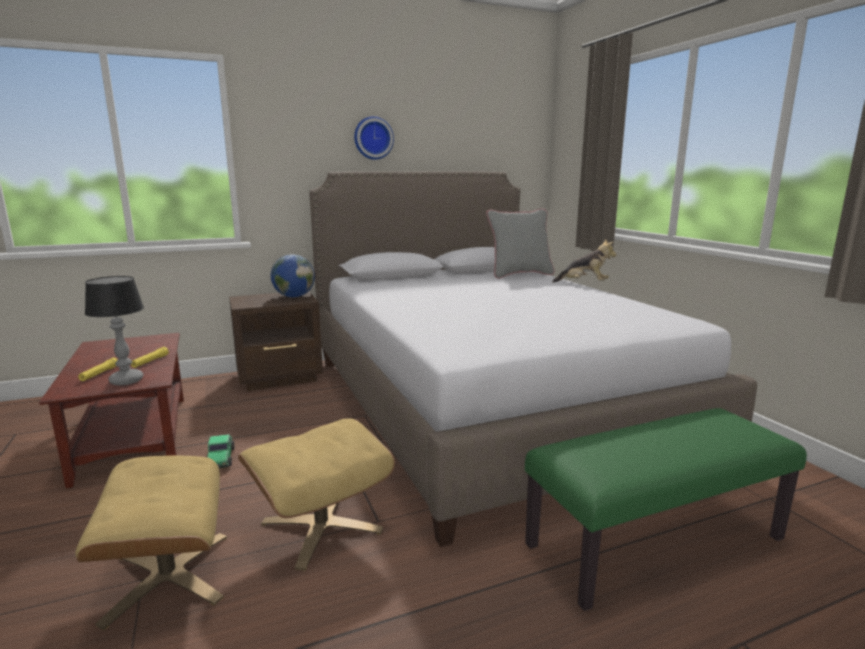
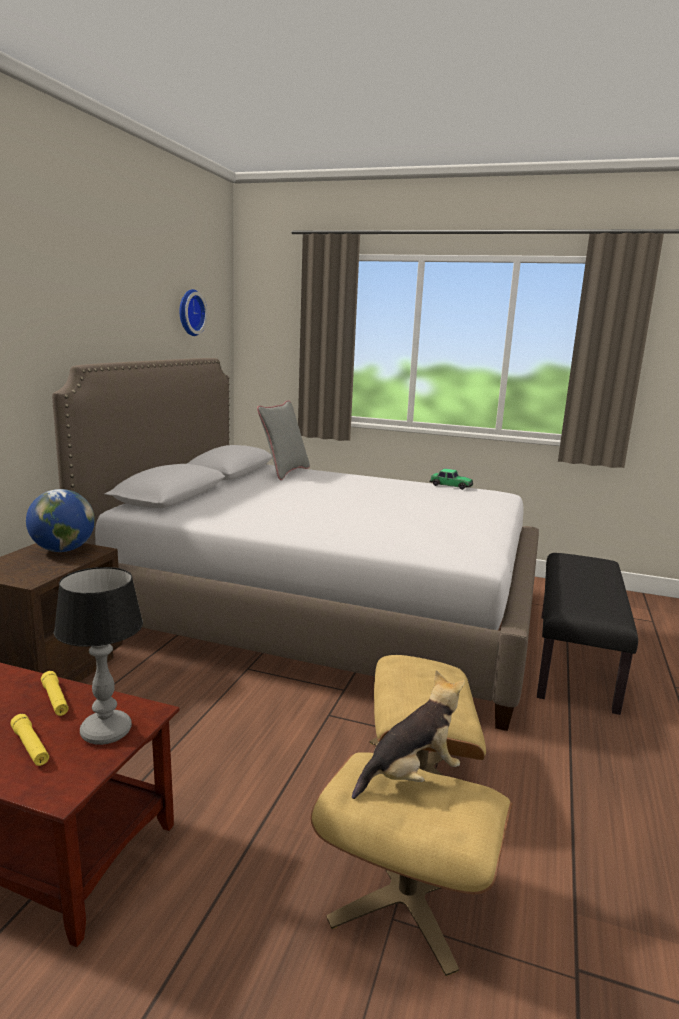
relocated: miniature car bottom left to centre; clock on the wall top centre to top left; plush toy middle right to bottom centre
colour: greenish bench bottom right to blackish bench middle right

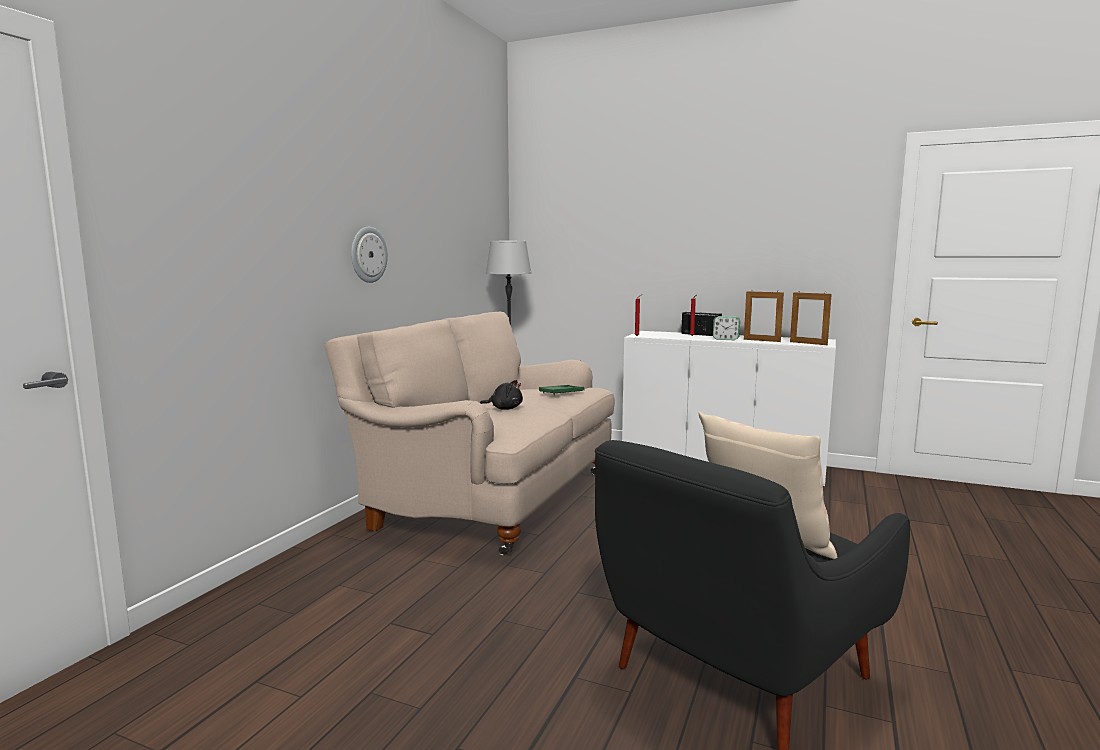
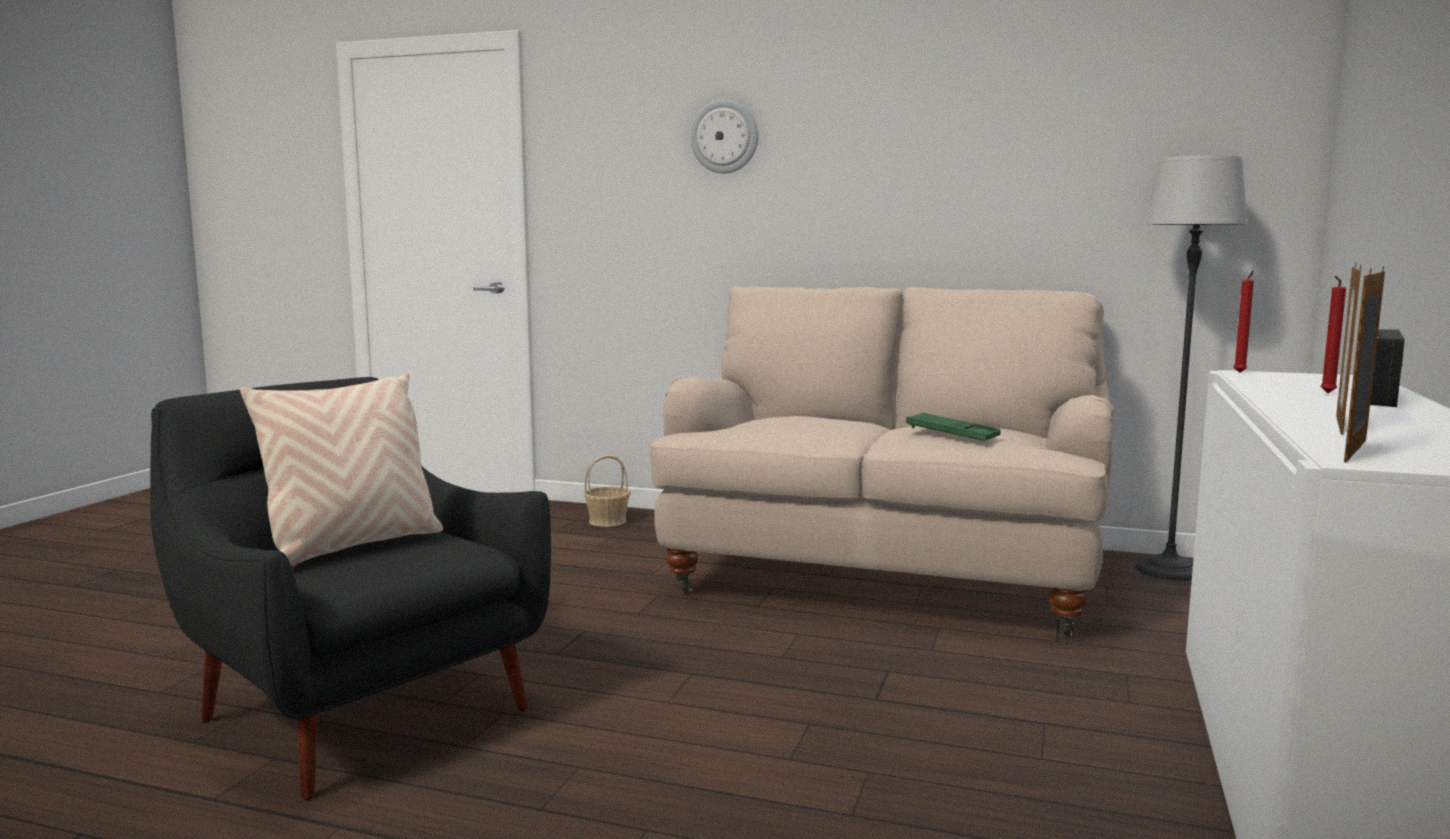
missing: blackish plush toy centre; bedside clock centre
appeared: basket centre
relocated: clock on the wall centre to top centre

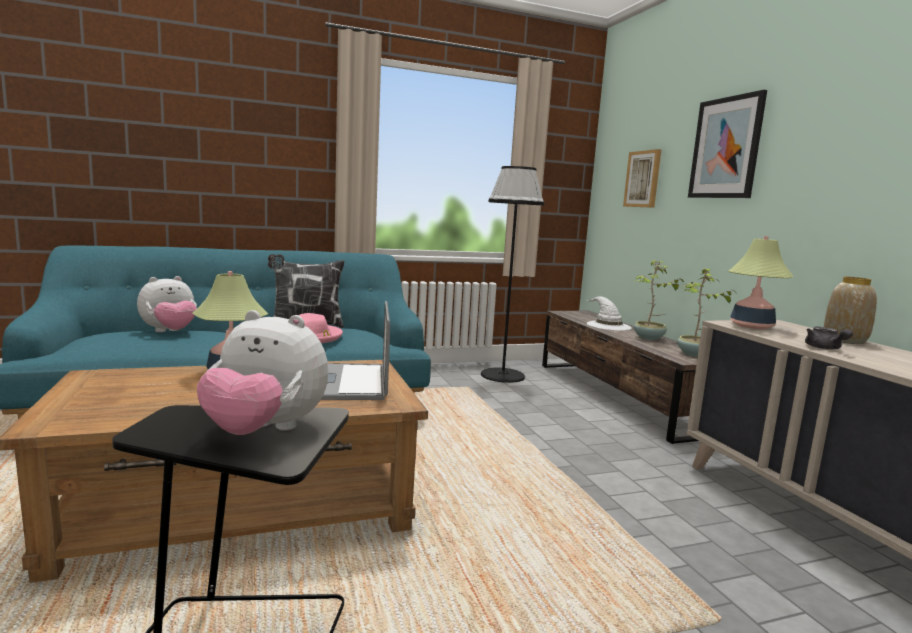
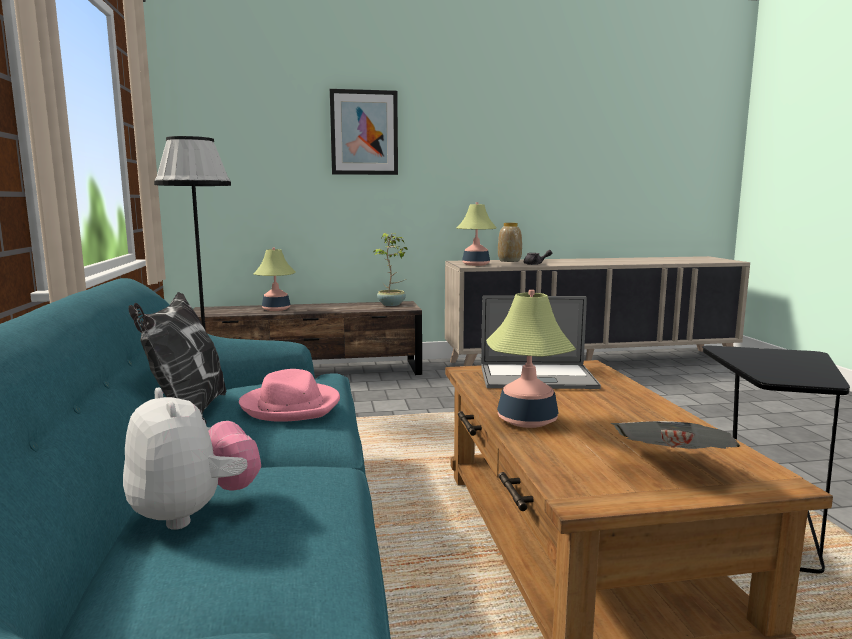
missing: plush toy (no. 2 from left) middle left; wall picture (no. 1 from left) top right; plant in a pot (no. 1 from left) middle right
appeared: printed paper bottom right
exchanged: white wearable hat middle right to tabletop lamp (no. 1 from left) middle left

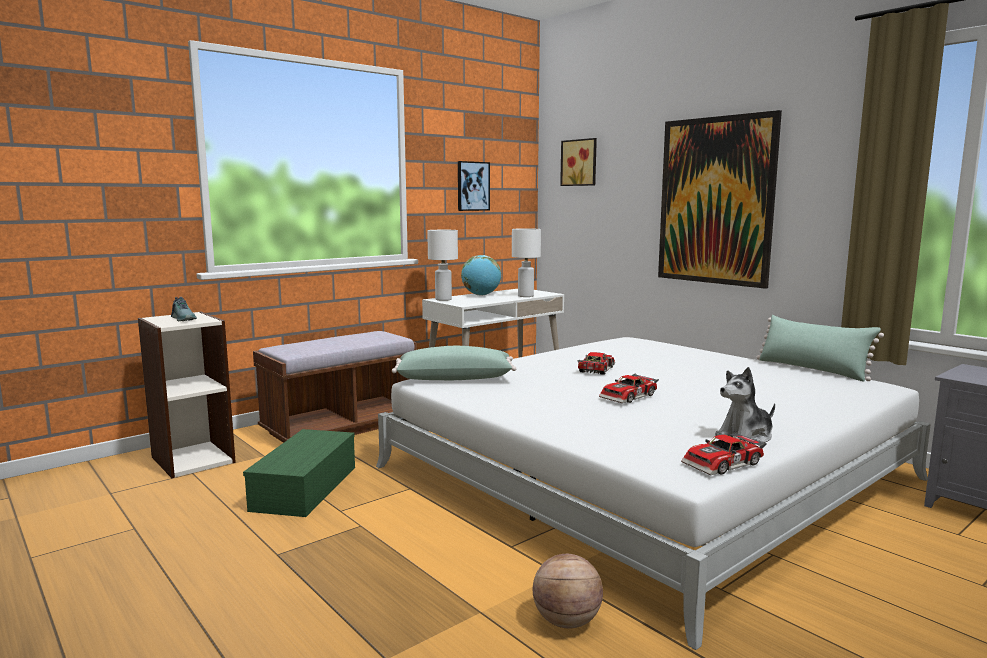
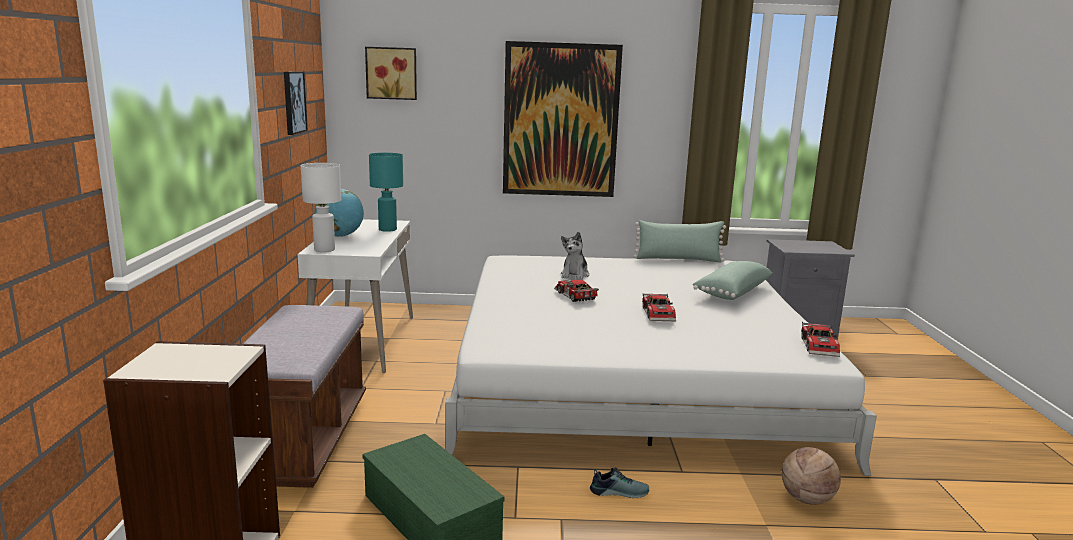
relocated: item of footwear middle left to bottom centre; greenish cushion (no. 1 from left in the first image) centre to greenish cushion (no. 2 from left) middle right; plush toy middle right to centre
colour: white tabletop lamp (no. 2 from left) centre to turquoise tabletop lamp centre

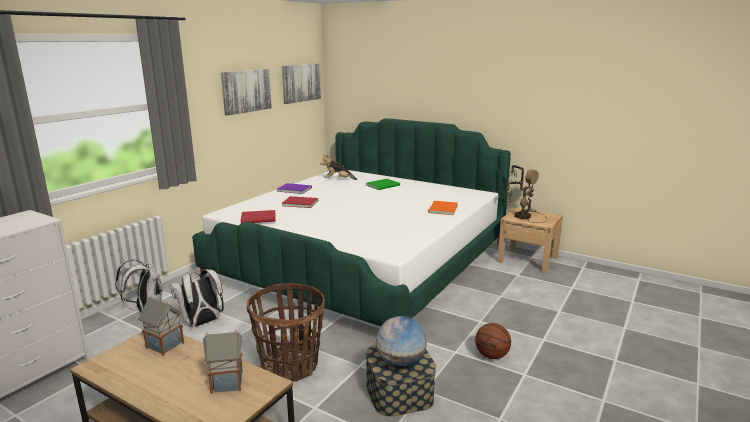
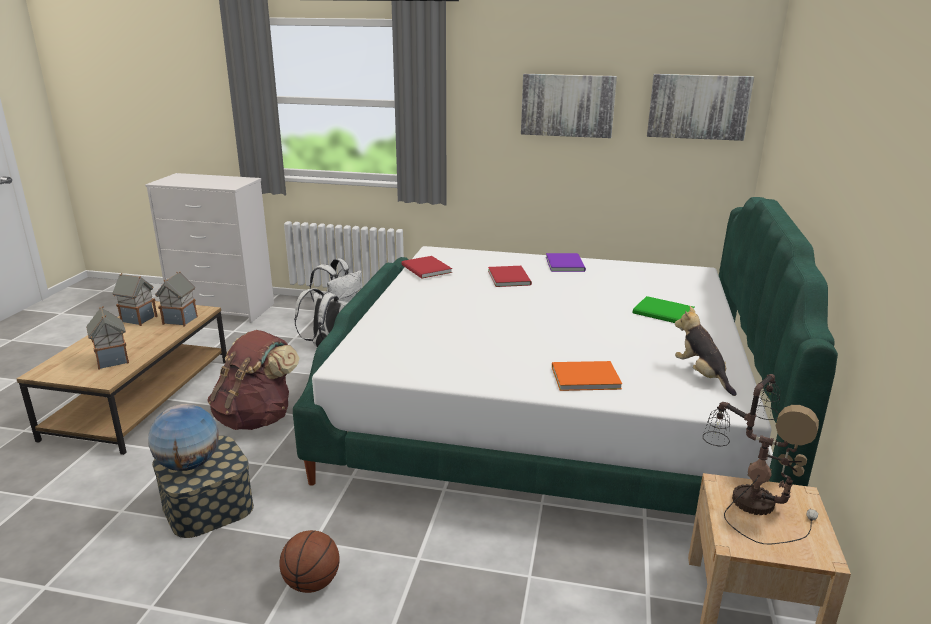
appeared: toy house (no. 2 from left) middle left
relocated: plush toy centre to middle right
exchanged: basket bottom centre to brown knapsack middle left

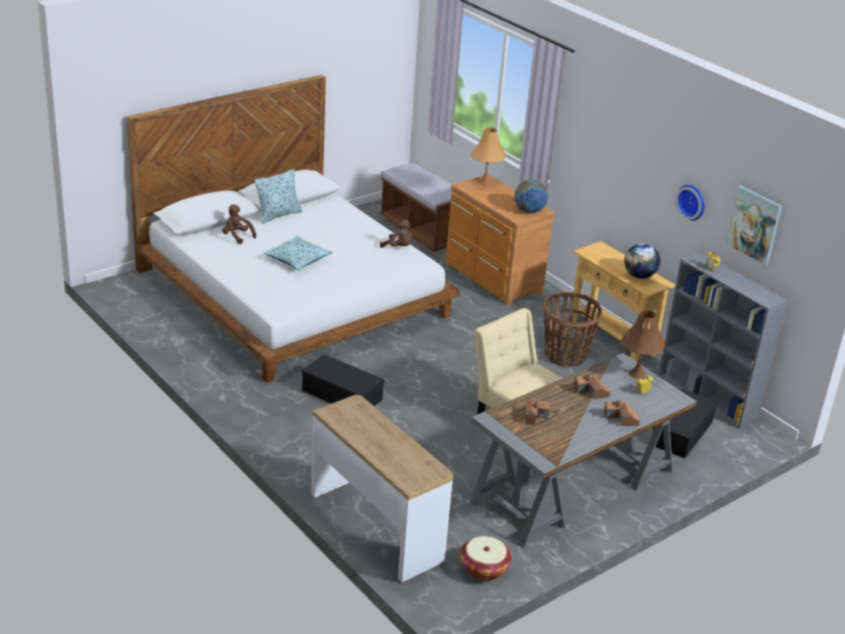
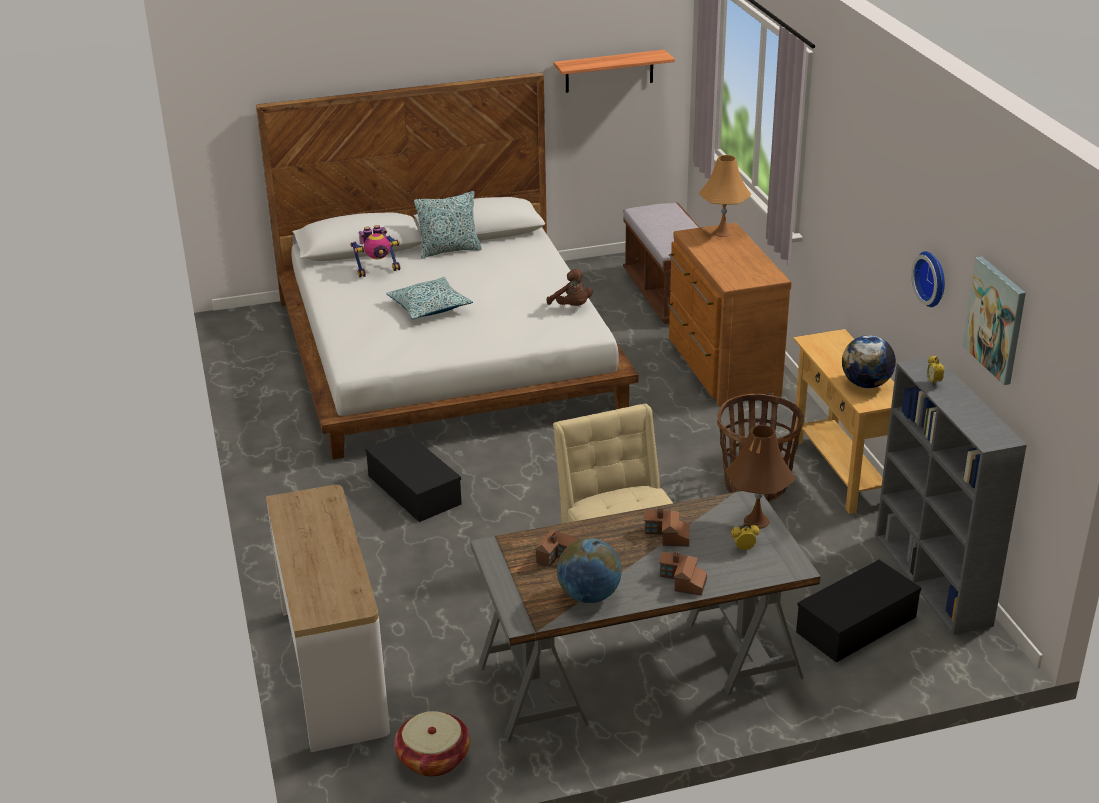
appeared: bracket shelf top centre
relocated: globe (no. 1 from left) top centre to bottom centre
exchanged: brown plush toy (no. 1 from left) middle left to robot figure top centre

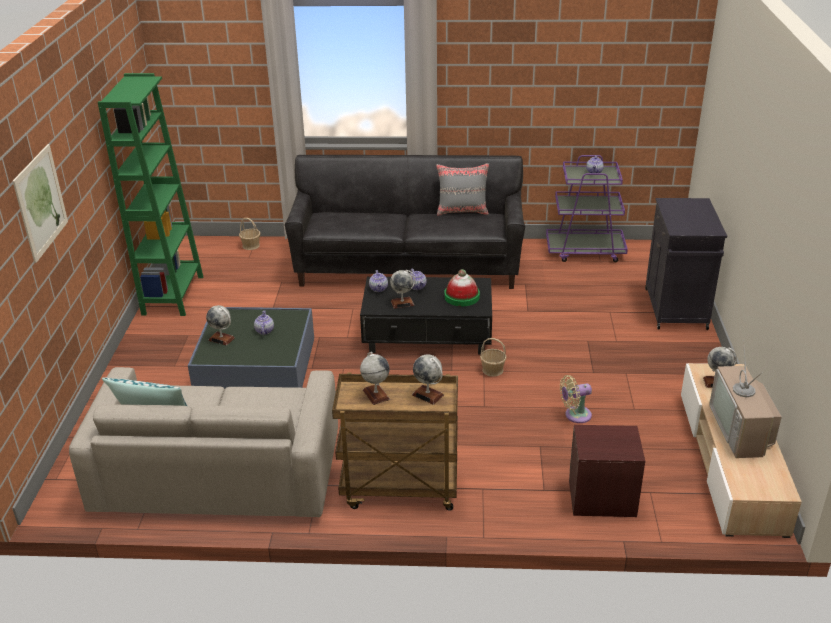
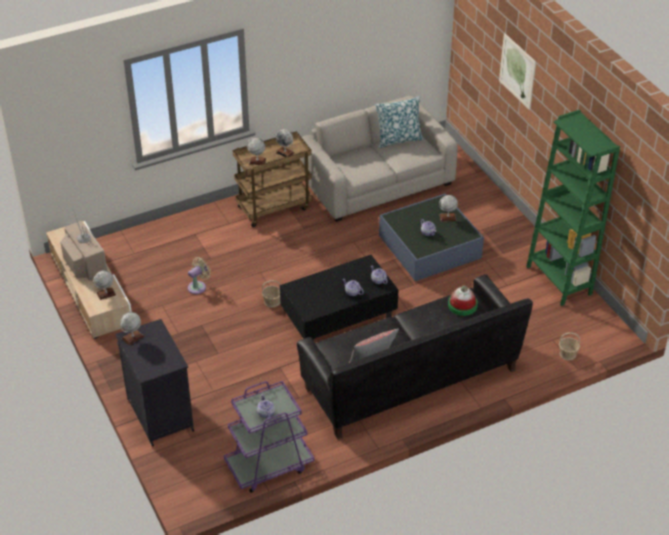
missing: brown bedside table bottom right
relocated: globe (no. 3 from left in the first image) centre to globe (no. 2 from left) middle left; wearable hat centre to middle right

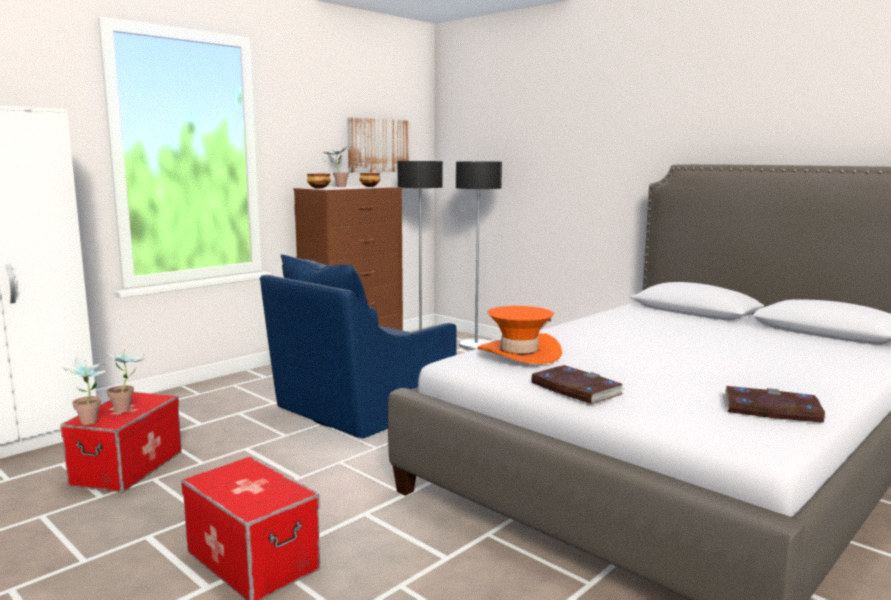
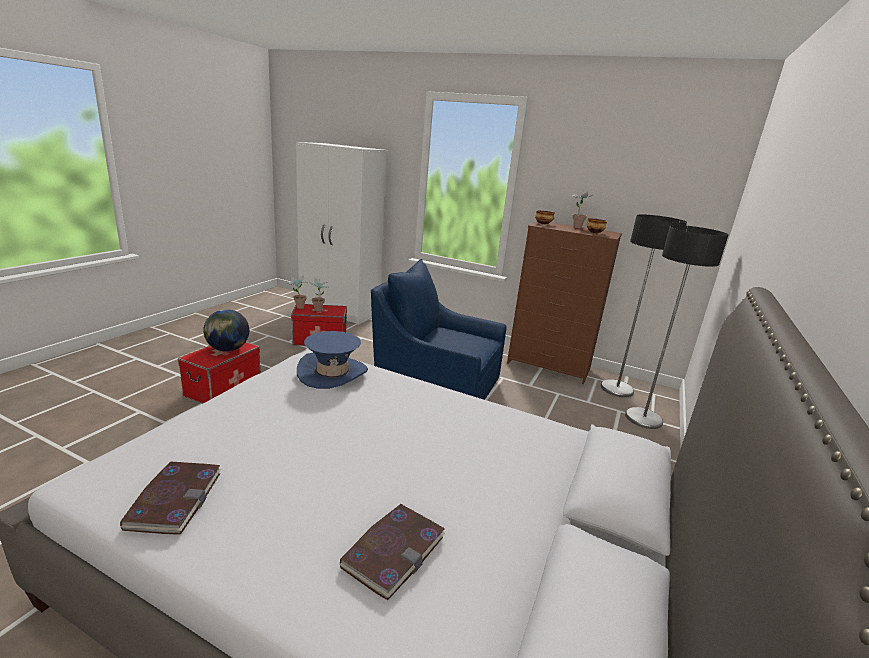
missing: wall picture top centre
appeared: globe middle left
relocated: volume (no. 1 from left in the first image) centre to volume (no. 2 from left) bottom centre
colour: orange wearable hat centre to blue-coloured wearable hat centre

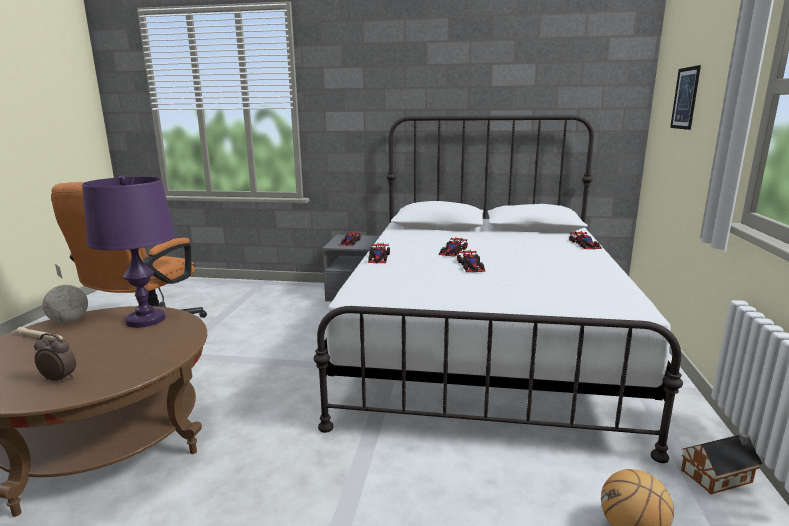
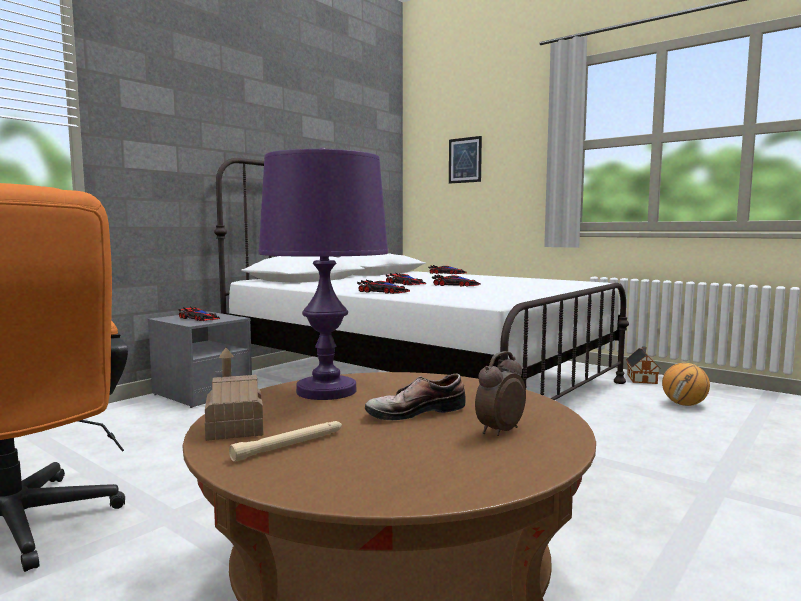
appeared: item of footwear centre
exchanged: globe middle left to toy house (no. 1 from left) middle left

